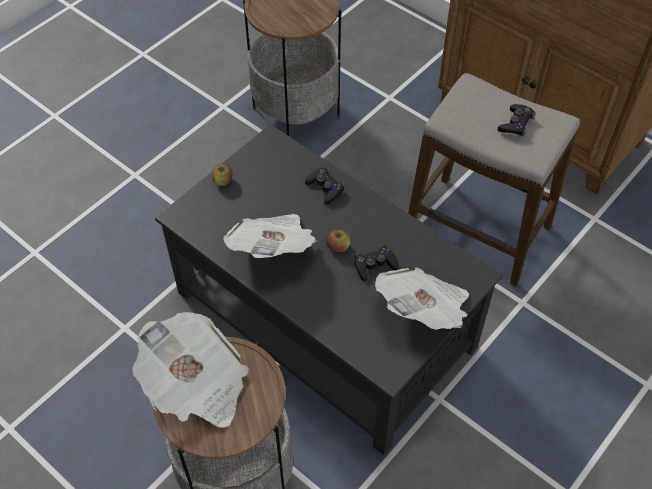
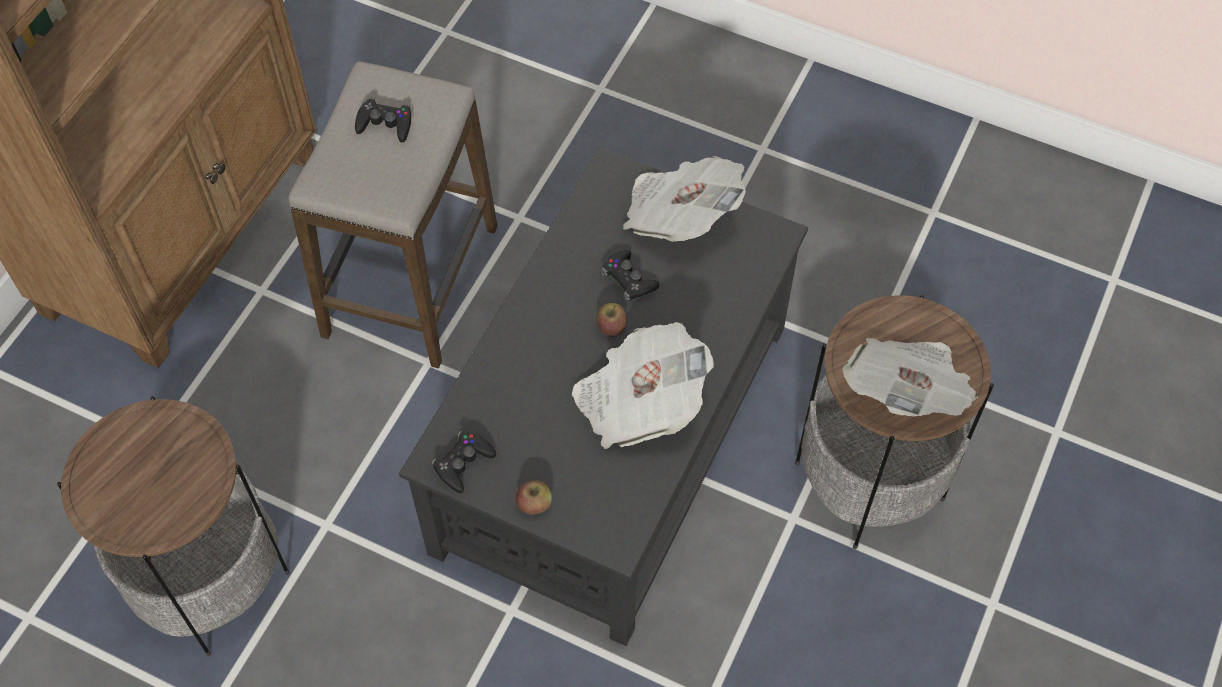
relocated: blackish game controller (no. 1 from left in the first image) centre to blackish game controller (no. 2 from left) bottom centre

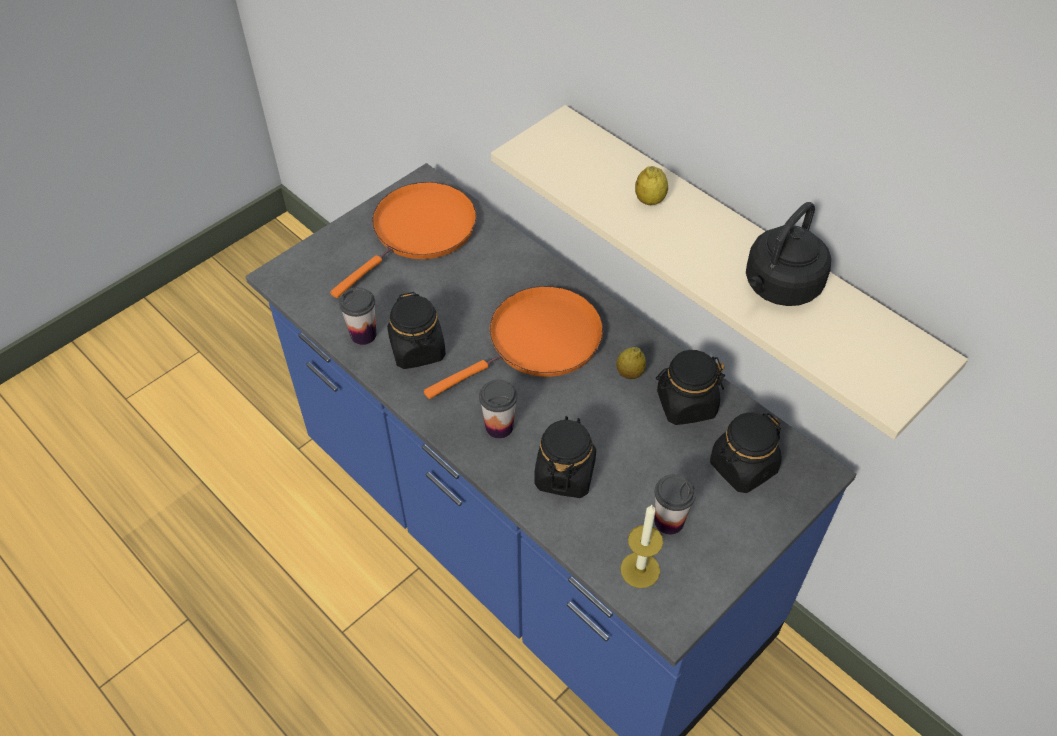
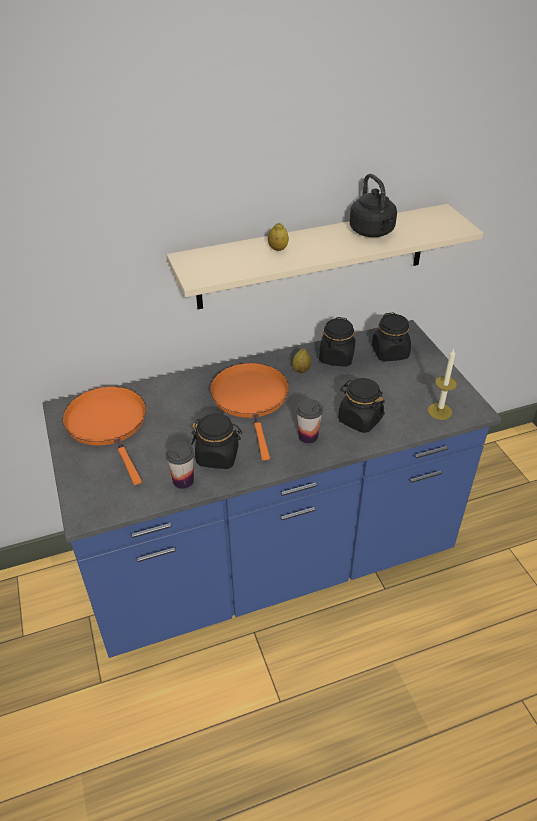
missing: cup (no. 3 from left) bottom centre

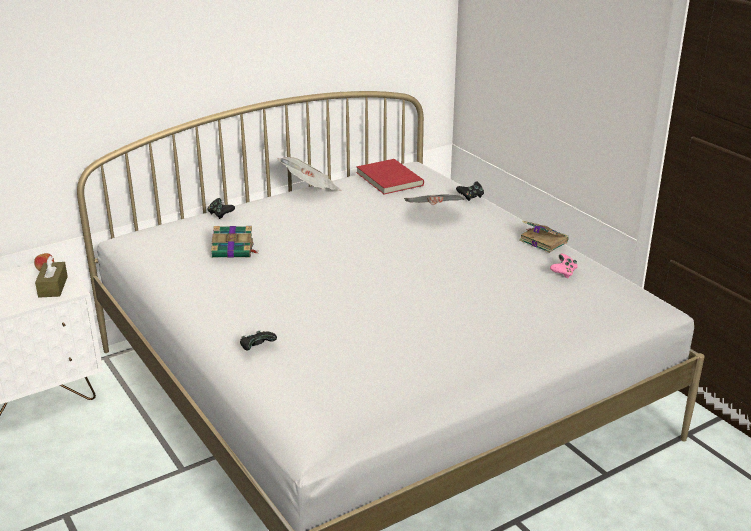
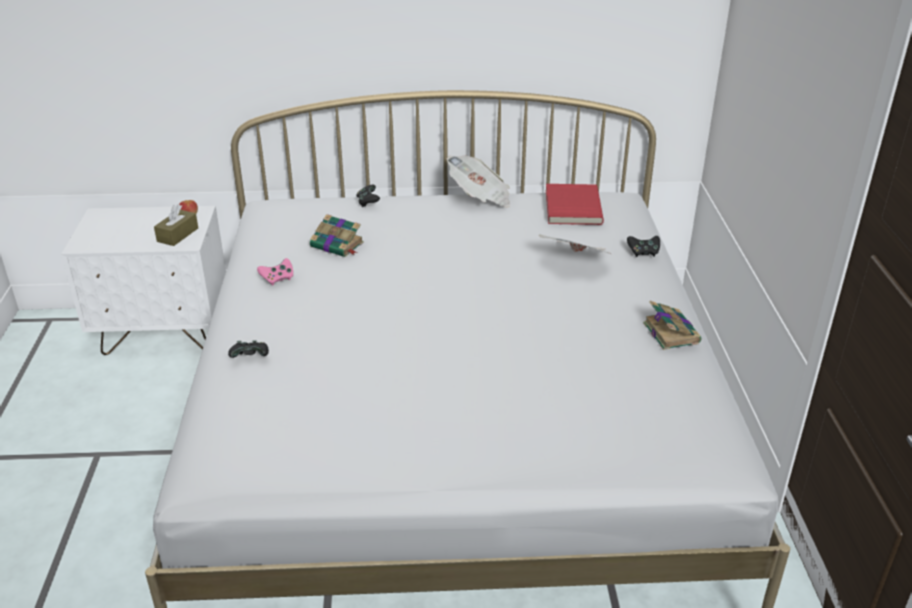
relocated: pink game controller middle right to middle left

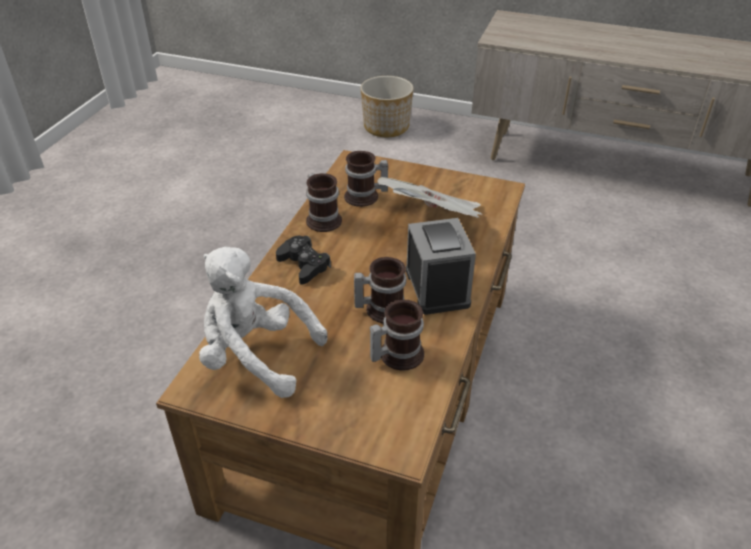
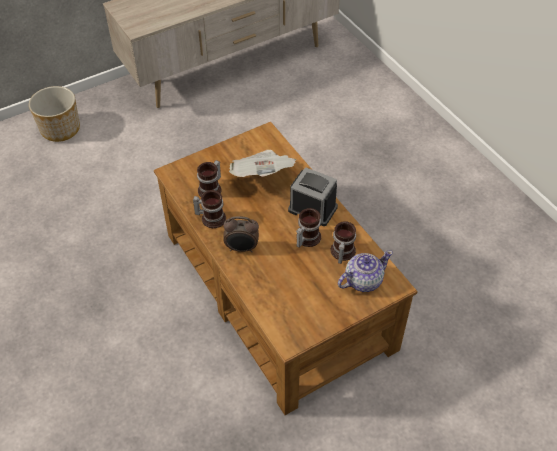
missing: white plush toy centre
appeared: pot for tea centre
exchanged: blackish game controller centre to bedside clock (no. 1 from left) centre

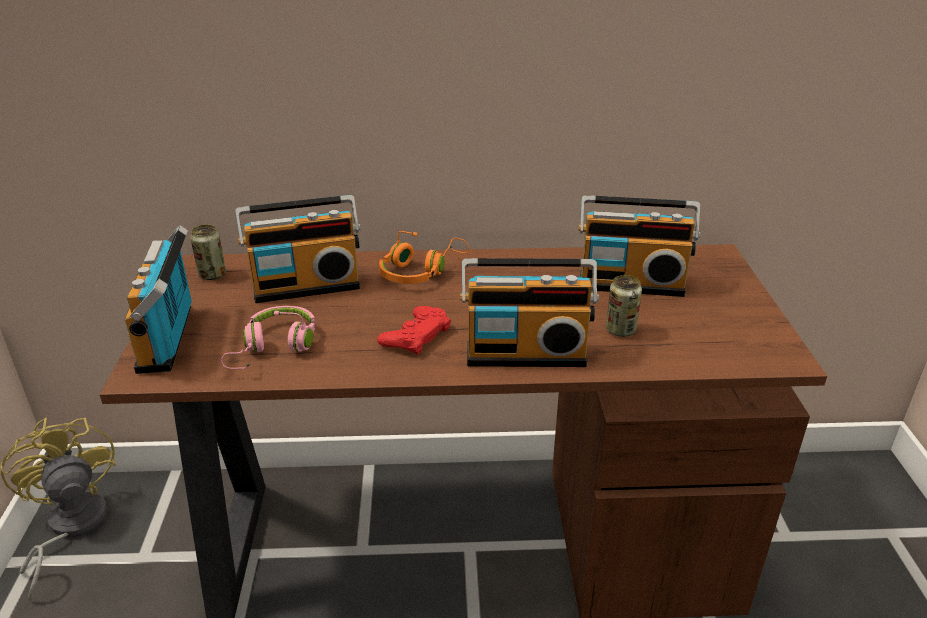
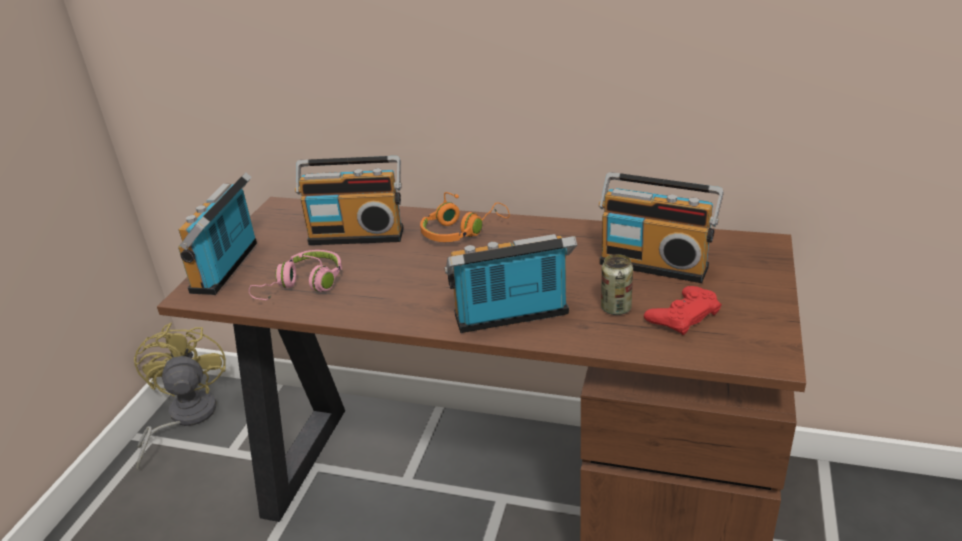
missing: sealed can (no. 1 from left) middle left
relocated: red-coloured game controller centre to middle right
spun: radio (no. 3 from left) centre = centre 150 degrees clockwise

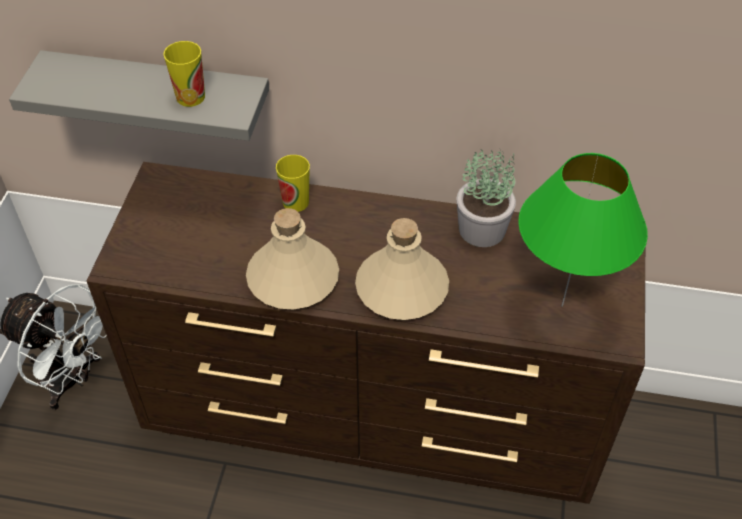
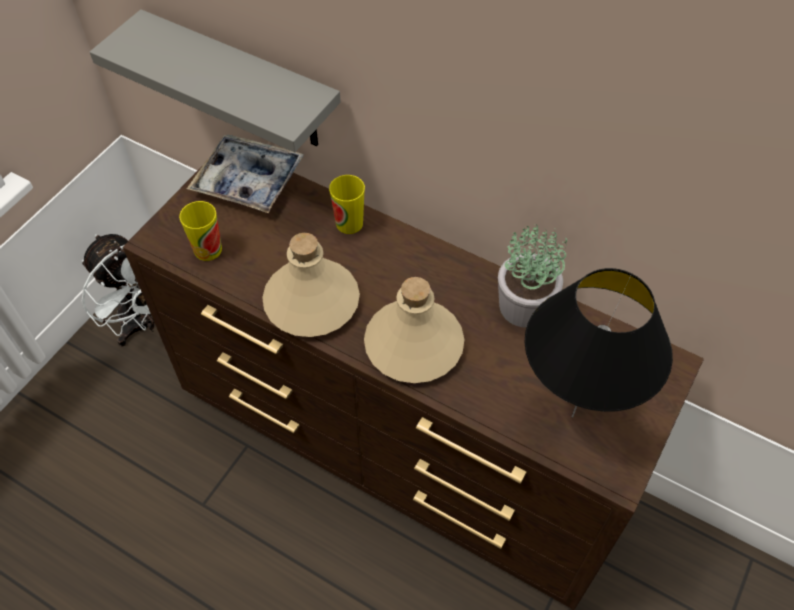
appeared: tray top left
relocated: cup (no. 1 from left) top left to middle left
colour: greenish tabletop lamp middle right to blackish tabletop lamp middle right

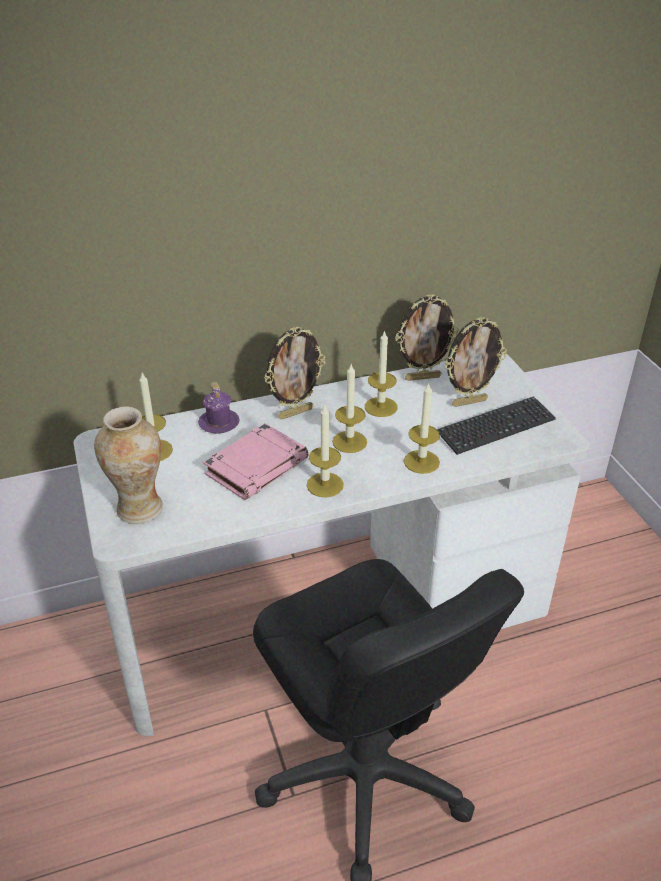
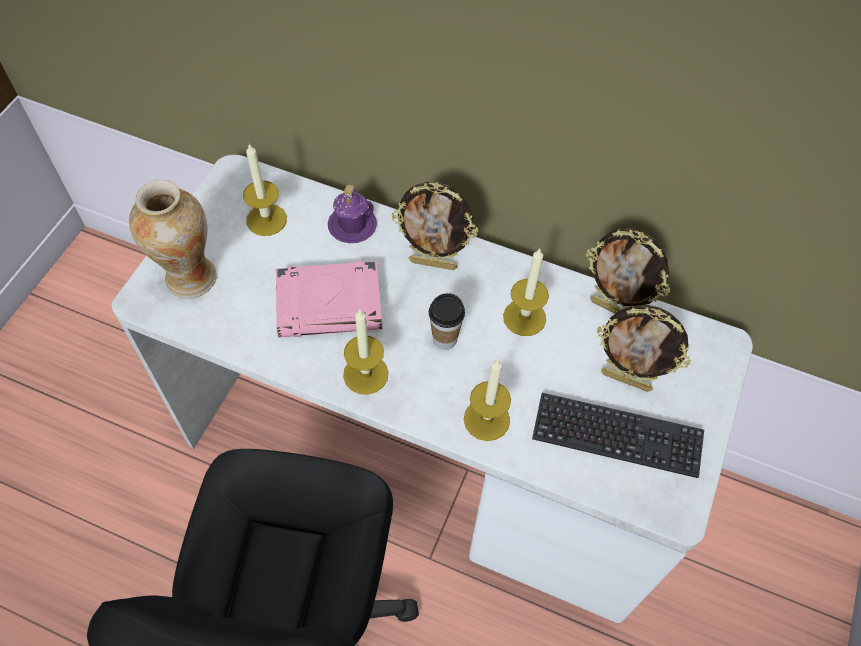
exchanged: wax candle (no. 3 from left) centre to cup centre

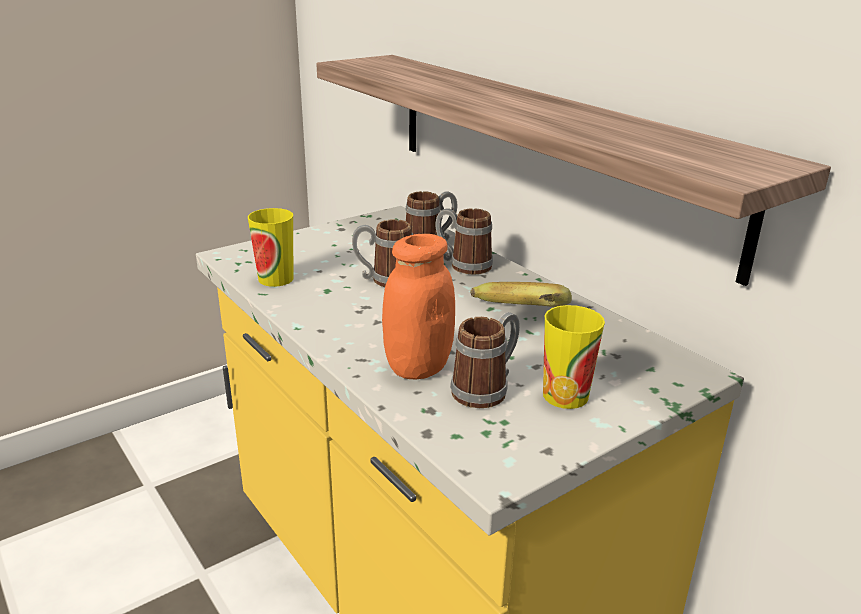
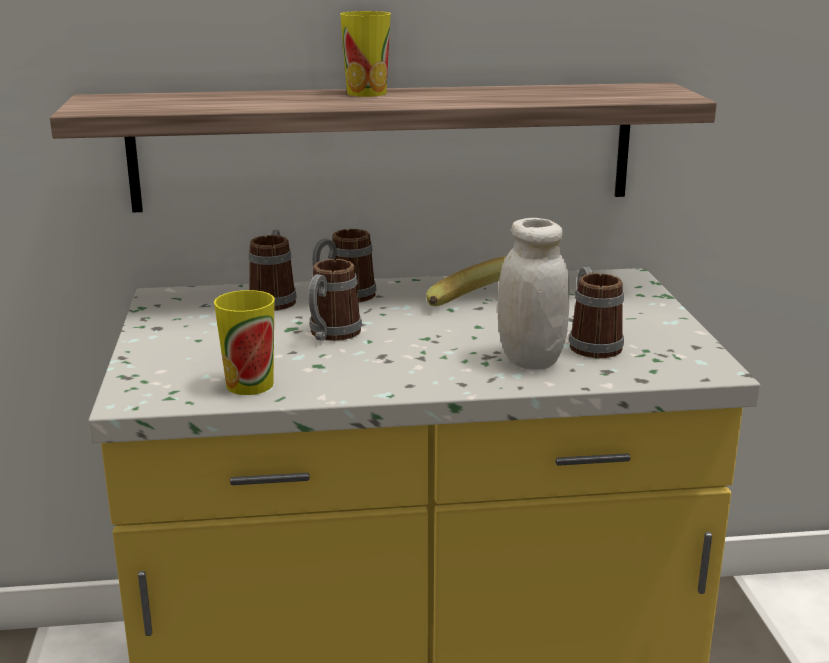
relocated: cup (no. 2 from left) middle right to top centre
colour: orange storage jar centre to white storage jar centre

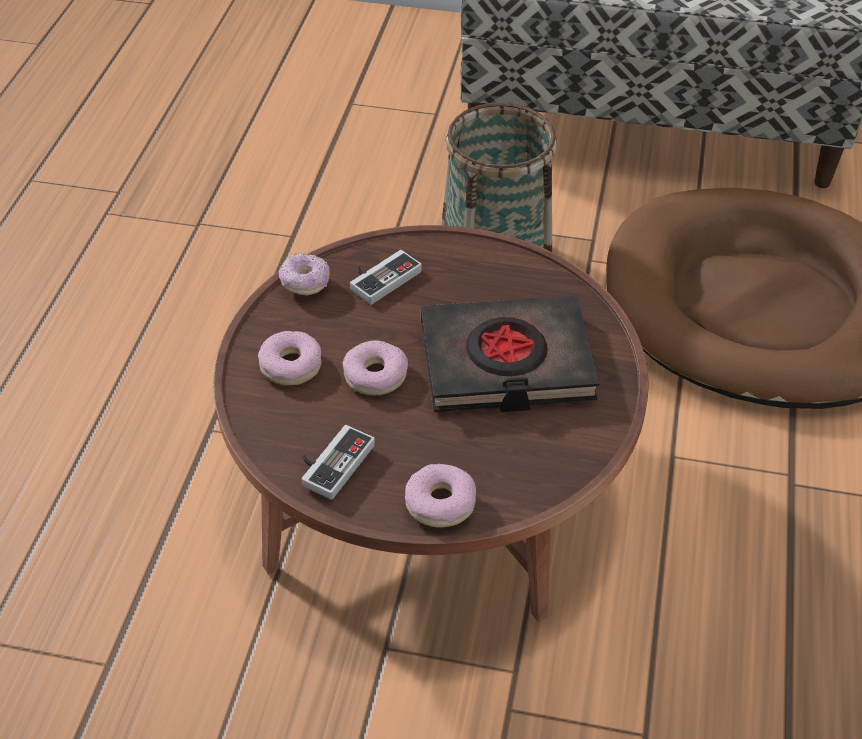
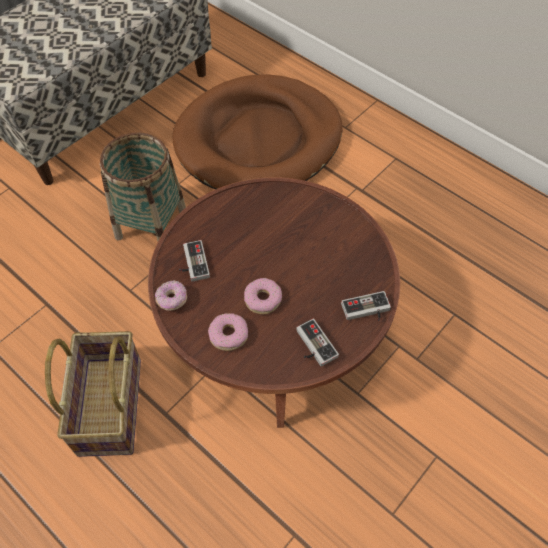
missing: blackish volume centre
appeared: basket (no. 1 from left) bottom left
exchanged: ring doughnut (no. 4 from left) bottom centre to game controller (no. 3 from left) middle right

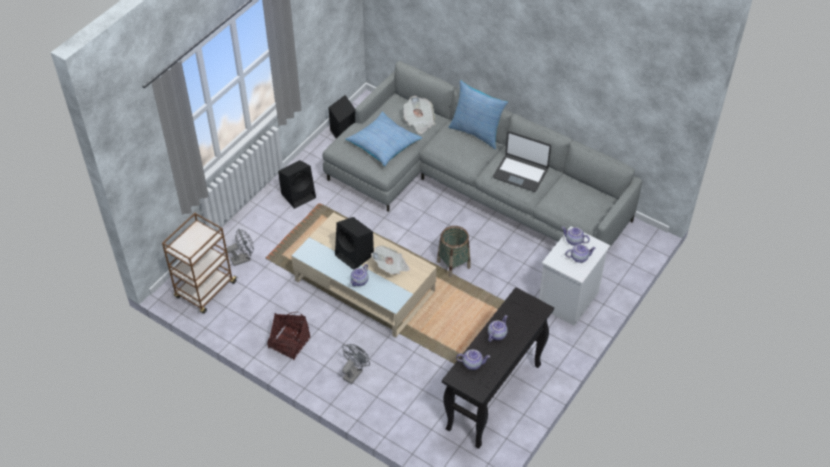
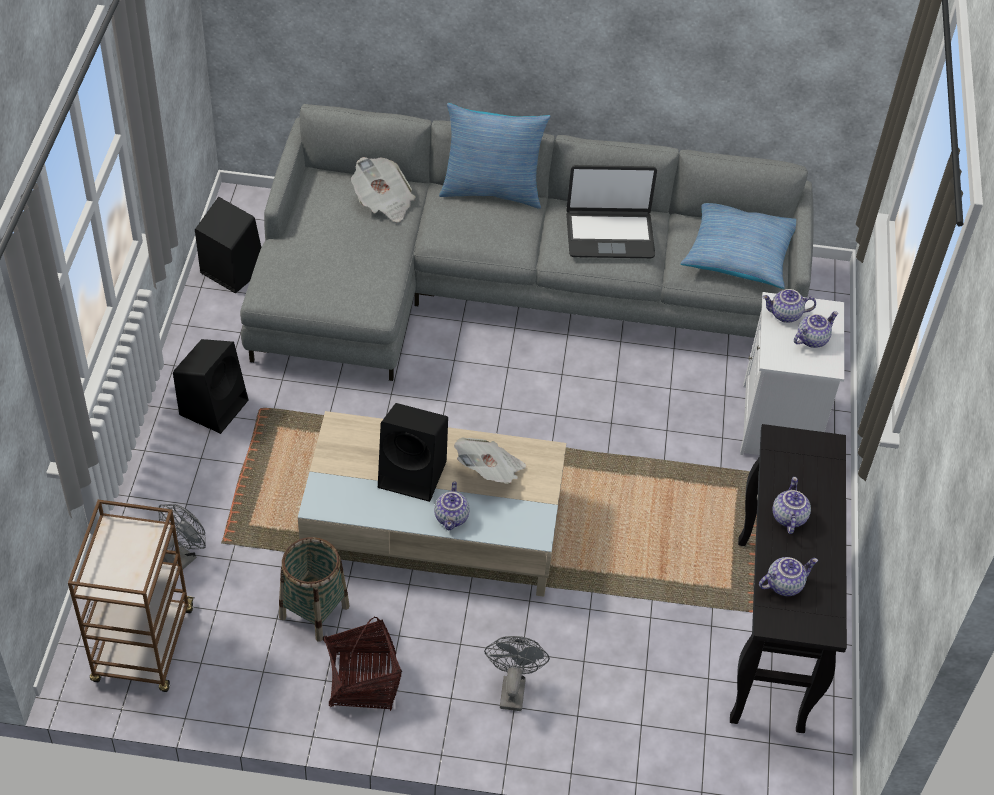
relocated: cushion (no. 1 from left in the first image) top centre to cushion (no. 2 from left) top right; basket (no. 2 from left in the first image) centre to basket (no. 1 from left) bottom left

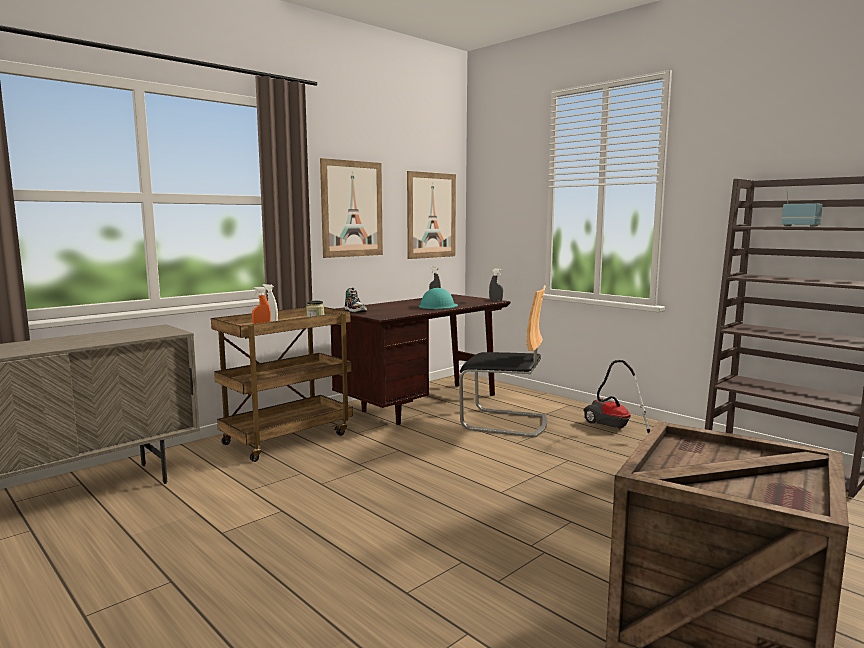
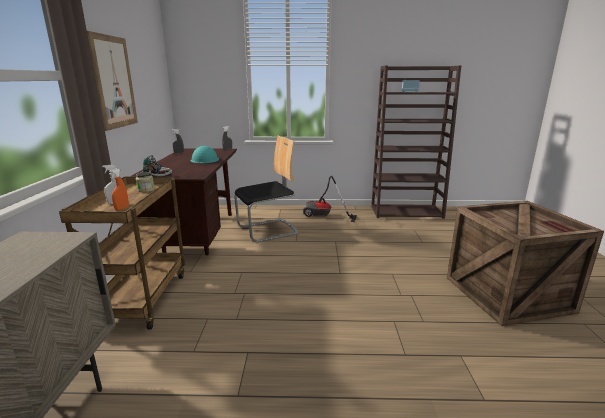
missing: wall picture (no. 2 from left) top centre

